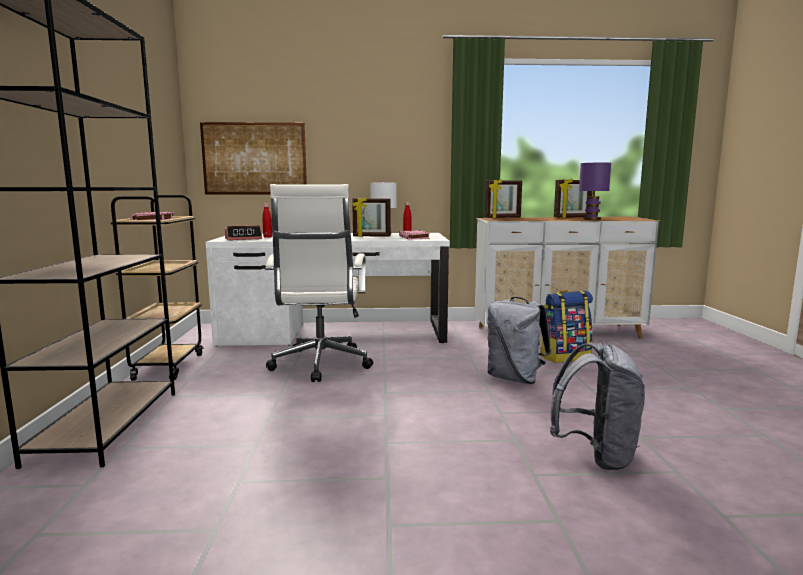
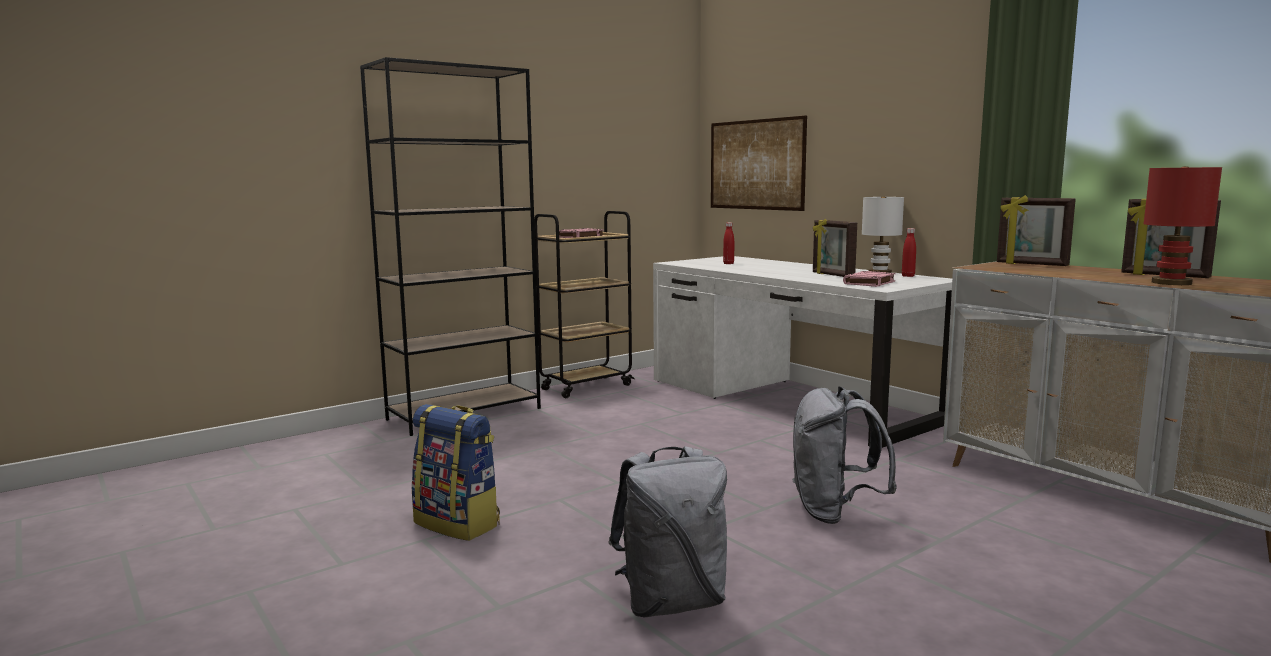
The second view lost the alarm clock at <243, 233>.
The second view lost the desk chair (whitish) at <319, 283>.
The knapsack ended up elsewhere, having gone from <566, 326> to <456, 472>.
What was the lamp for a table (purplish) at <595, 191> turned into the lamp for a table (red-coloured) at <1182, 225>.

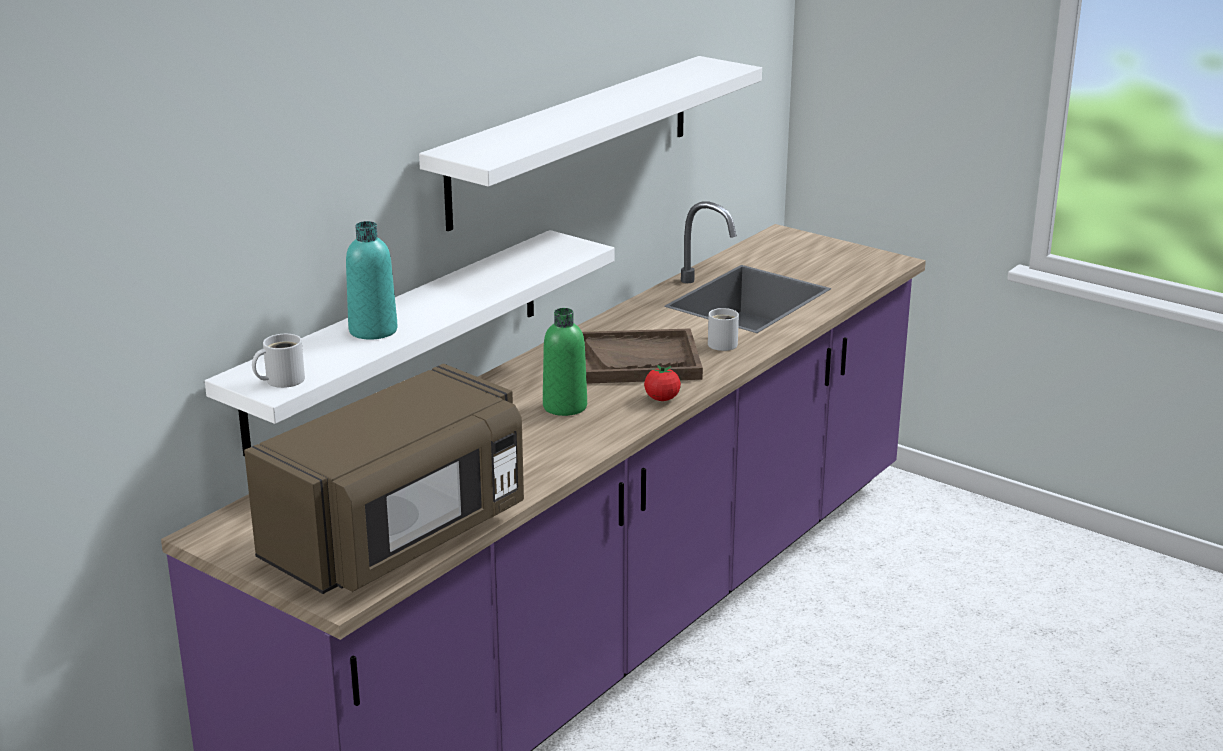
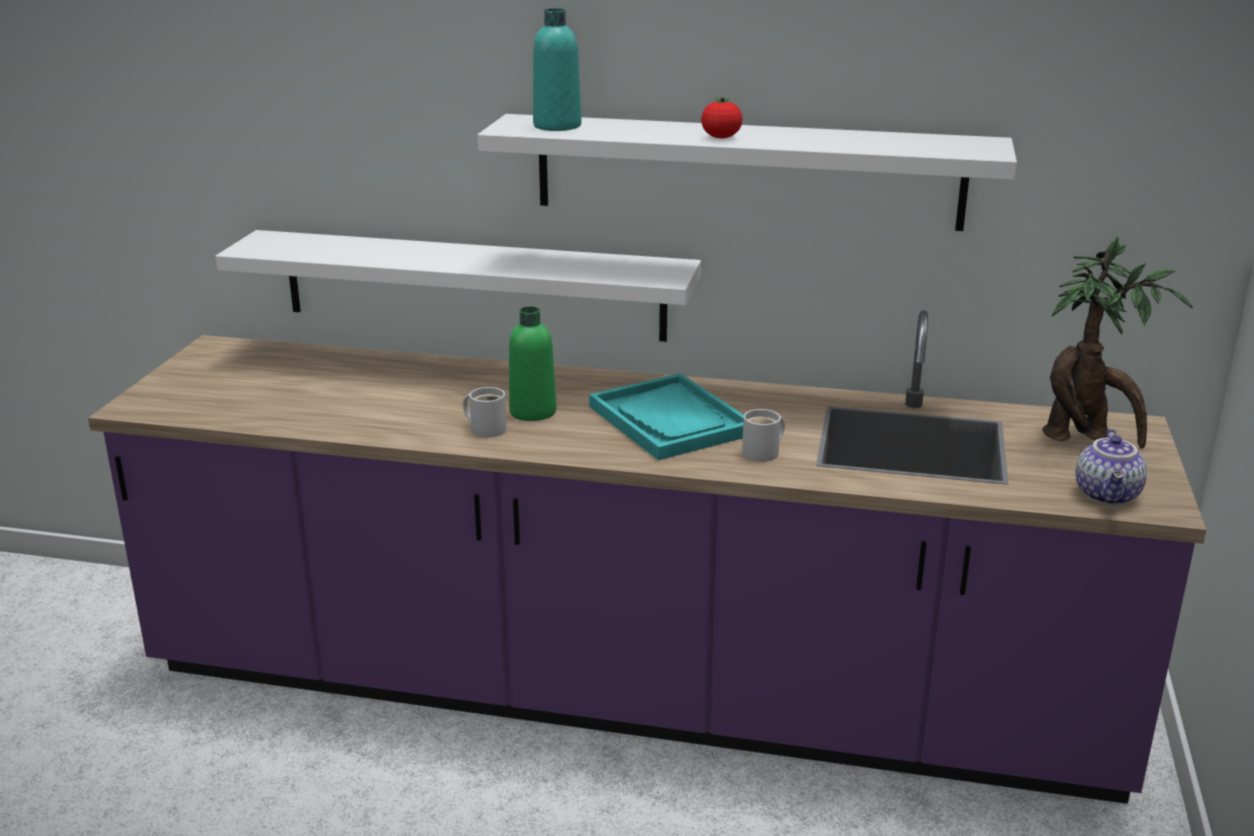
The second view lost the microwave oven (brownish) at <384, 479>.
The second view gained the plant in a pot at <1117, 342>.
The second view gained the teapot at <1111, 467>.
The coffee mug (whitish) ended up elsewhere, having gone from <278, 361> to <485, 412>.
The beverage bottle (blue-green) ended up elsewhere, having gone from <372, 280> to <557, 69>.
The fresh tomato ended up elsewhere, having gone from <662, 383> to <721, 117>.
What was the serving tray (brownish) at <642, 356> turned into the serving tray (blue-green) at <666, 416>.

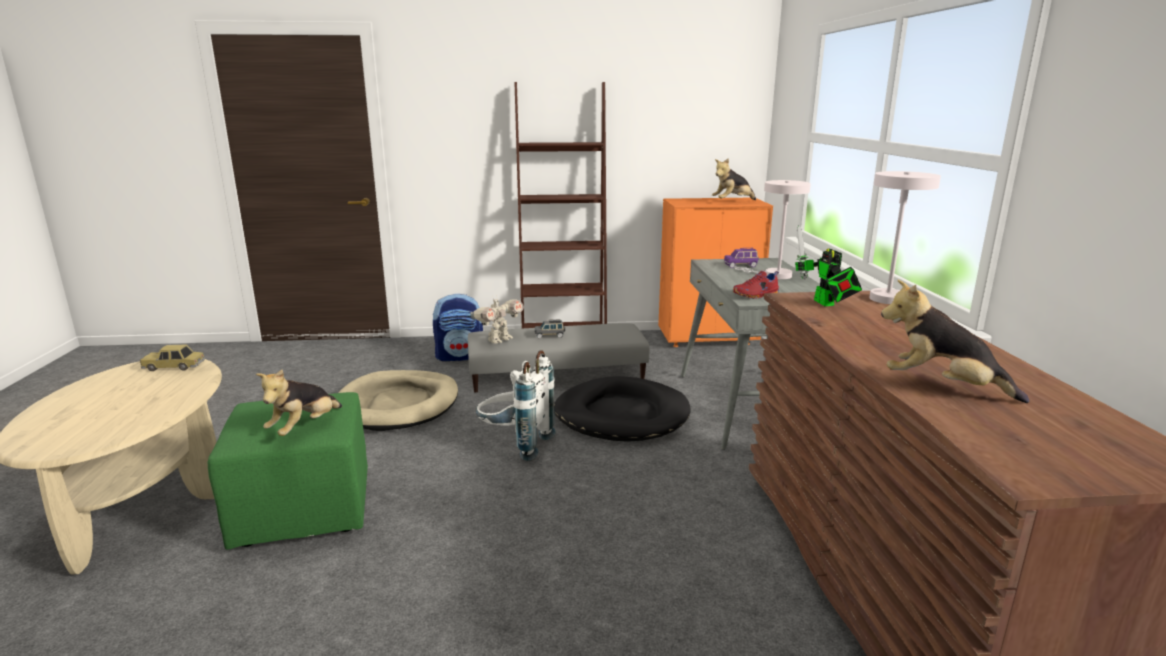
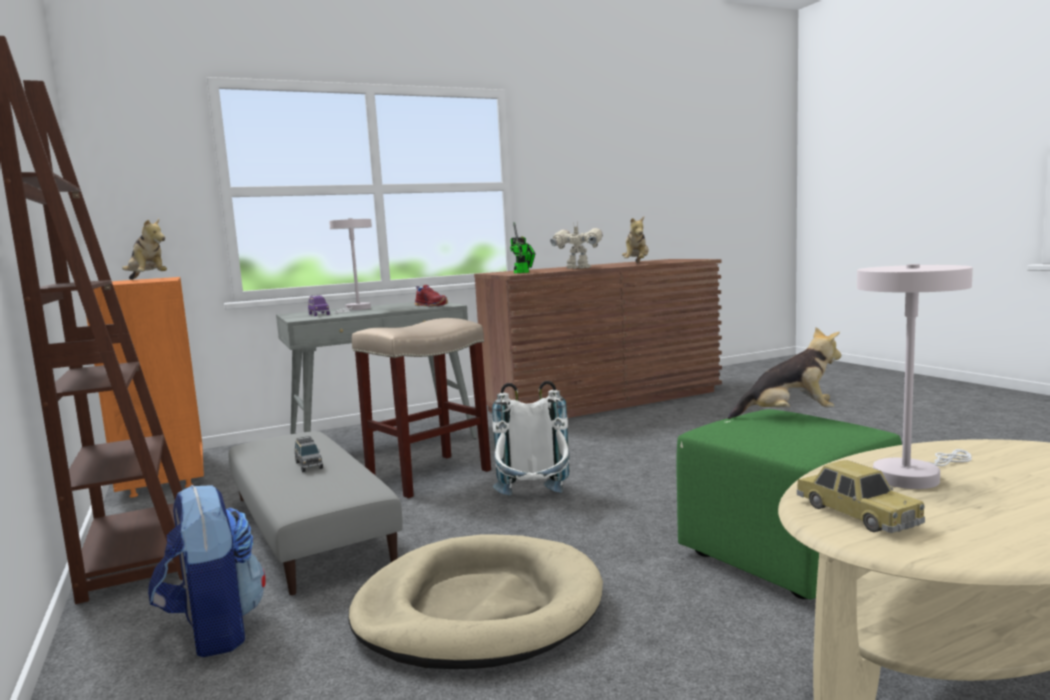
The toy robot ended up elsewhere, having gone from <497, 319> to <576, 246>.
The lamp for a table (whitish) ended up elsewhere, having gone from <905, 237> to <915, 376>.
Where the dog bed (black-coloured) stood at <622, 408>, the sitting stool (beige-coloured) came to stand at <421, 408>.

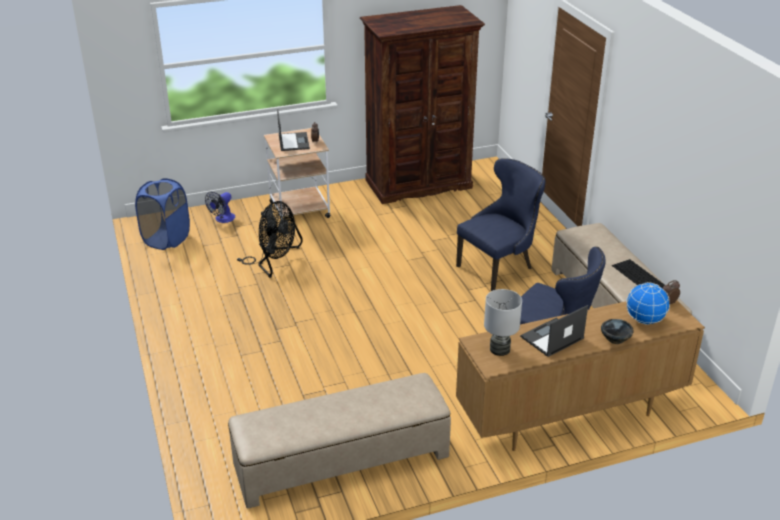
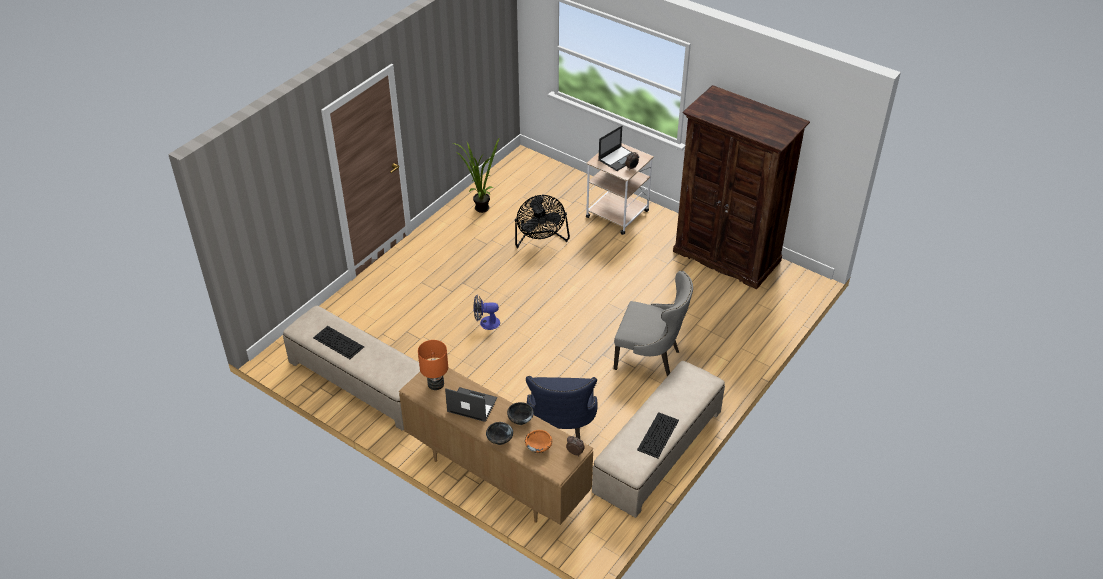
The second view lost the washing basket (blue) at <162, 214>.
The second view gained the computer keyboard at <338, 342>.
The second view gained the plant in a pot at <476, 175>.
The second view gained the serving bowl (black-coloured) at <520, 413>.
The fan ended up elsewhere, having gone from <220, 207> to <486, 312>.
Where the globe stood at <648, 303>, the serving bowl (orange-coloured) came to stand at <538, 441>.
What was the upright chair (blue) at <500, 224> turned into the upright chair (greyish) at <653, 323>.
What was the lamp for a table (greyish) at <503, 322> turned into the lamp for a table (orange-coloured) at <433, 365>.

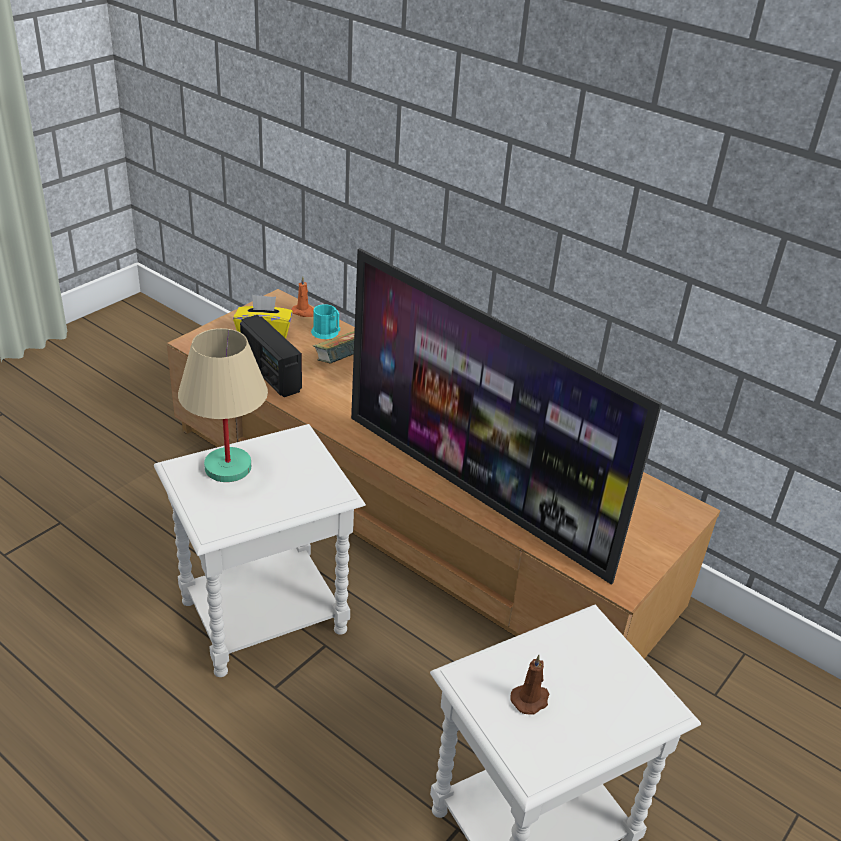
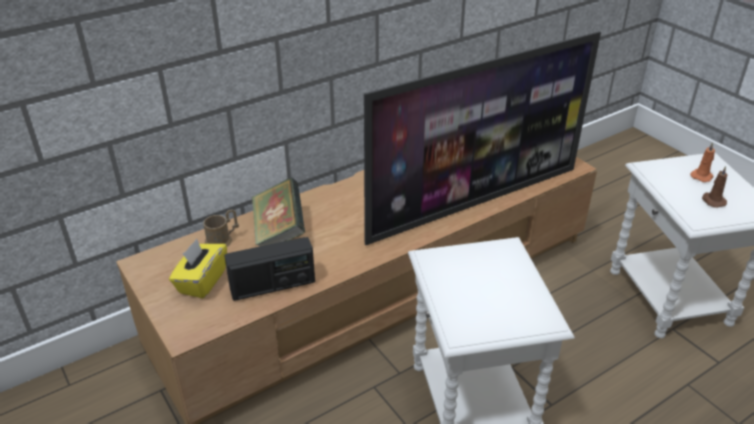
The second view lost the lamp for a table (beige-coloured) at <223, 405>.
The candle (orange-coloured) ended up elsewhere, having gone from <302, 297> to <702, 162>.
What was the coffee mug (blue-green) at <325, 321> turned into the coffee mug (brownish) at <221, 228>.

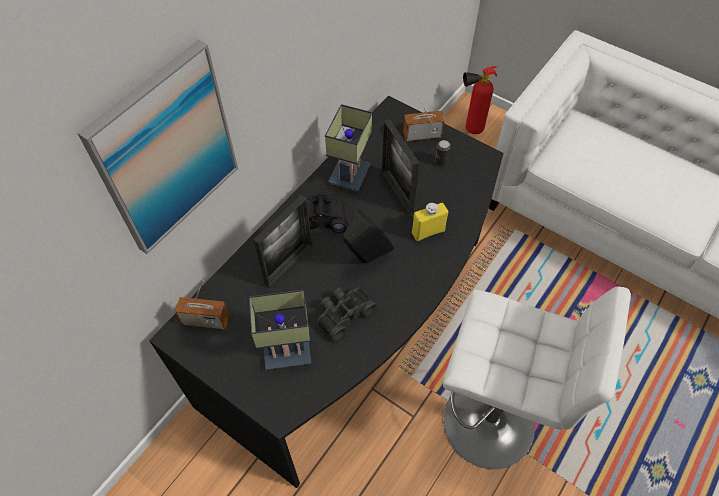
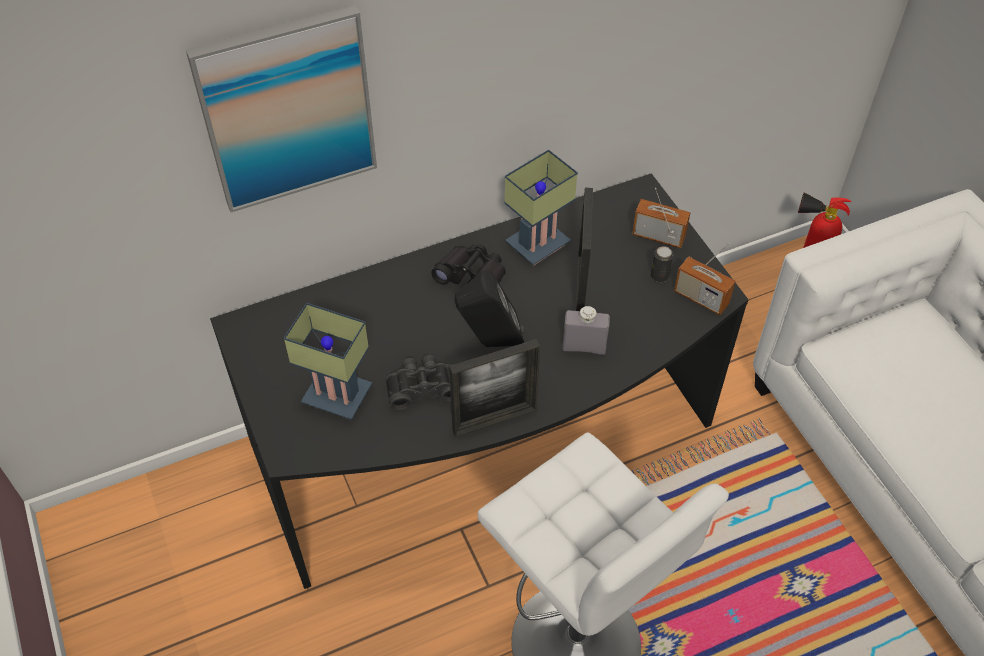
The radio ended up elsewhere, having gone from <202, 305> to <704, 279>.
The picture frame ended up elsewhere, having gone from <283, 241> to <494, 388>.
What was the beverage bottle (yellowish) at <430, 222> turned into the beverage bottle (greyish) at <586, 330>.

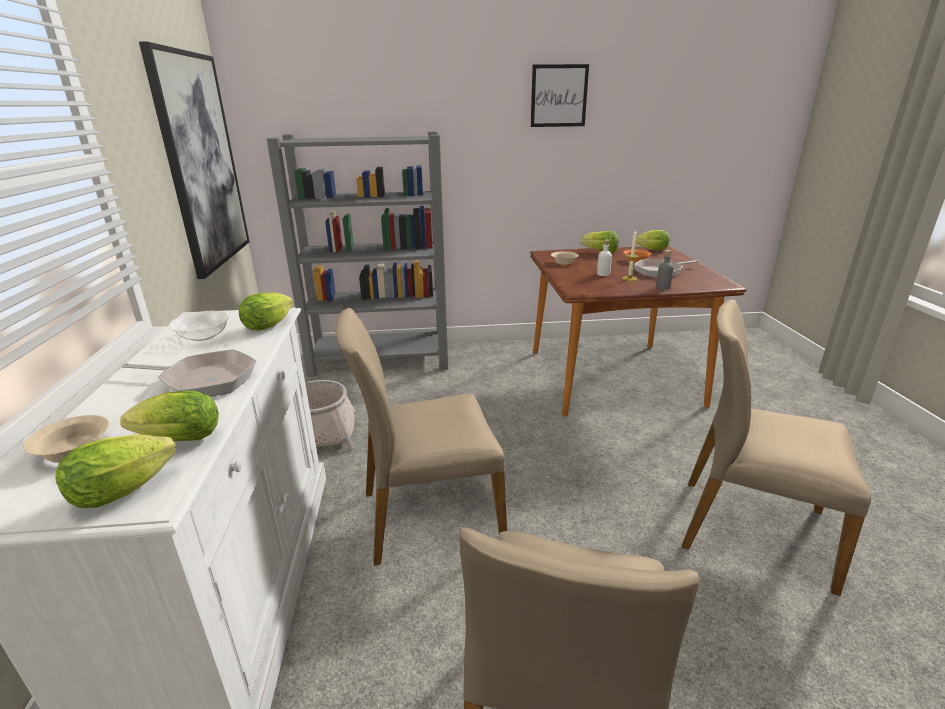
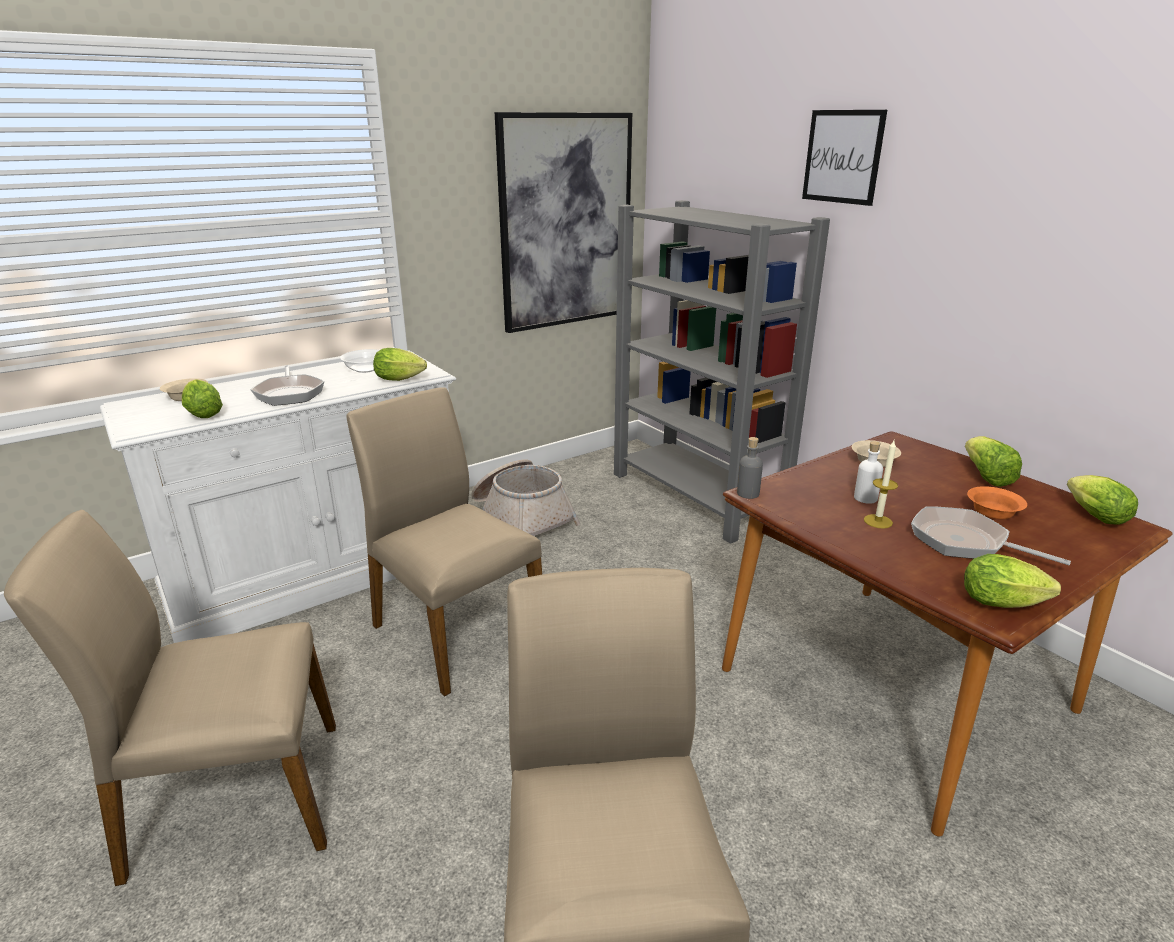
The head of lettuce ended up elsewhere, having gone from <116, 471> to <1012, 581>.
The wall picture ended up elsewhere, having gone from <560, 95> to <844, 158>.
The beverage bottle (greyish) ended up elsewhere, having gone from <665, 270> to <750, 468>.

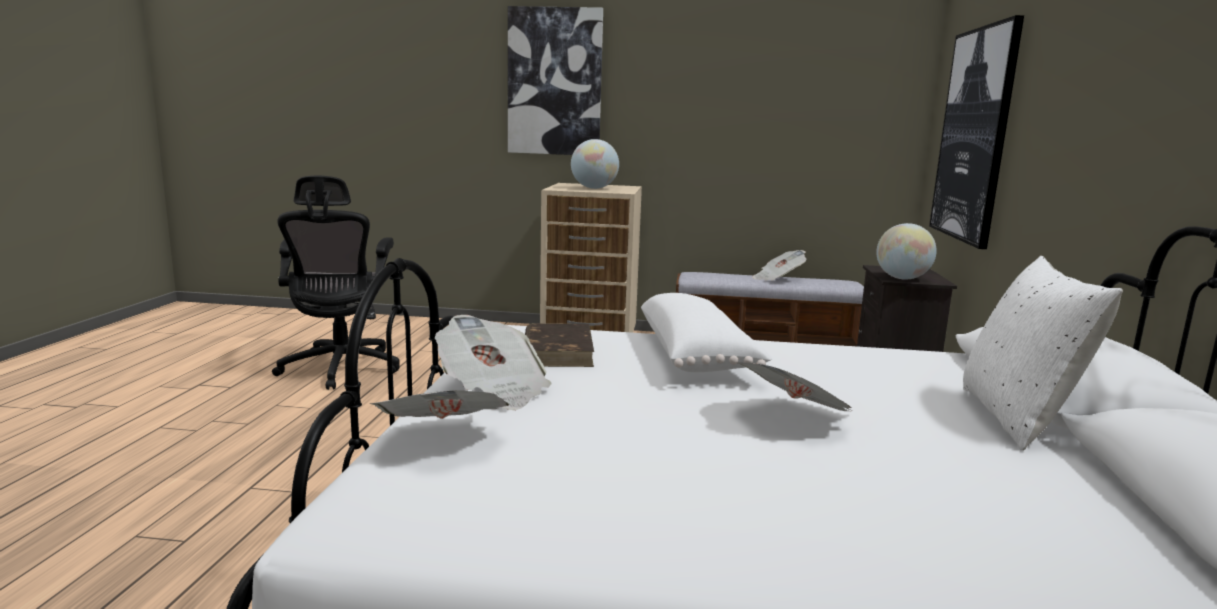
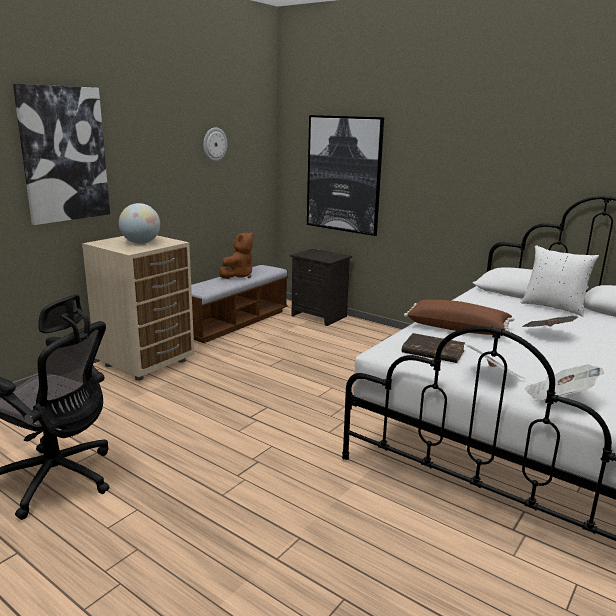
The second view lost the globe at <906, 251>.
The second view gained the wall clock at <215, 144>.
Where the newspaper stood at <779, 265>, the cuddly toy (brownish) came to stand at <236, 255>.
What was the pillow (whitish) at <707, 332> turned into the pillow (brownish) at <459, 317>.

